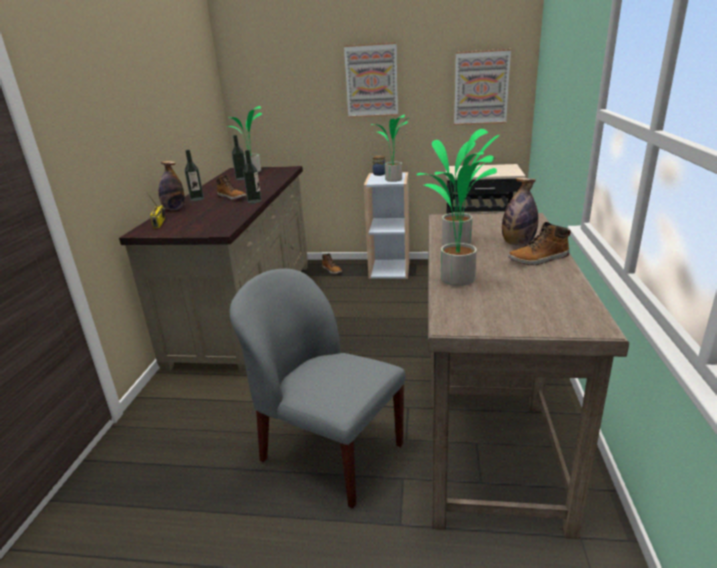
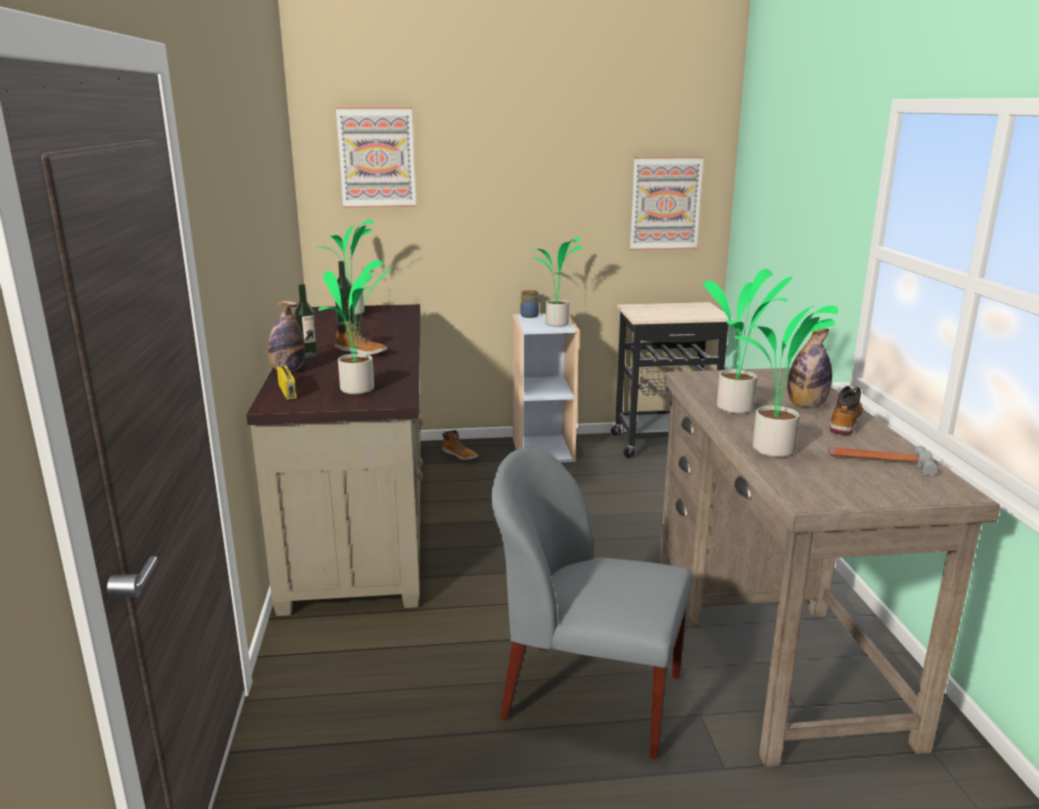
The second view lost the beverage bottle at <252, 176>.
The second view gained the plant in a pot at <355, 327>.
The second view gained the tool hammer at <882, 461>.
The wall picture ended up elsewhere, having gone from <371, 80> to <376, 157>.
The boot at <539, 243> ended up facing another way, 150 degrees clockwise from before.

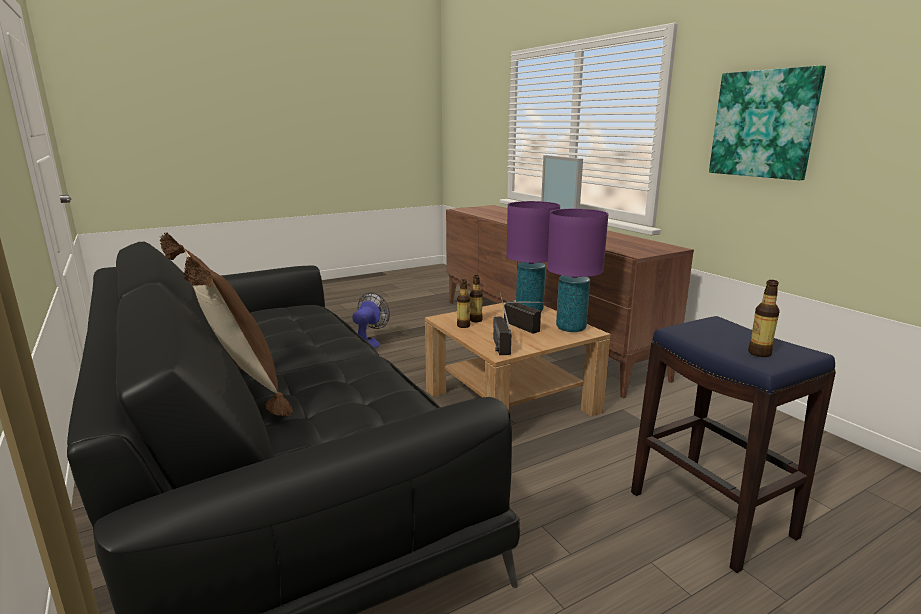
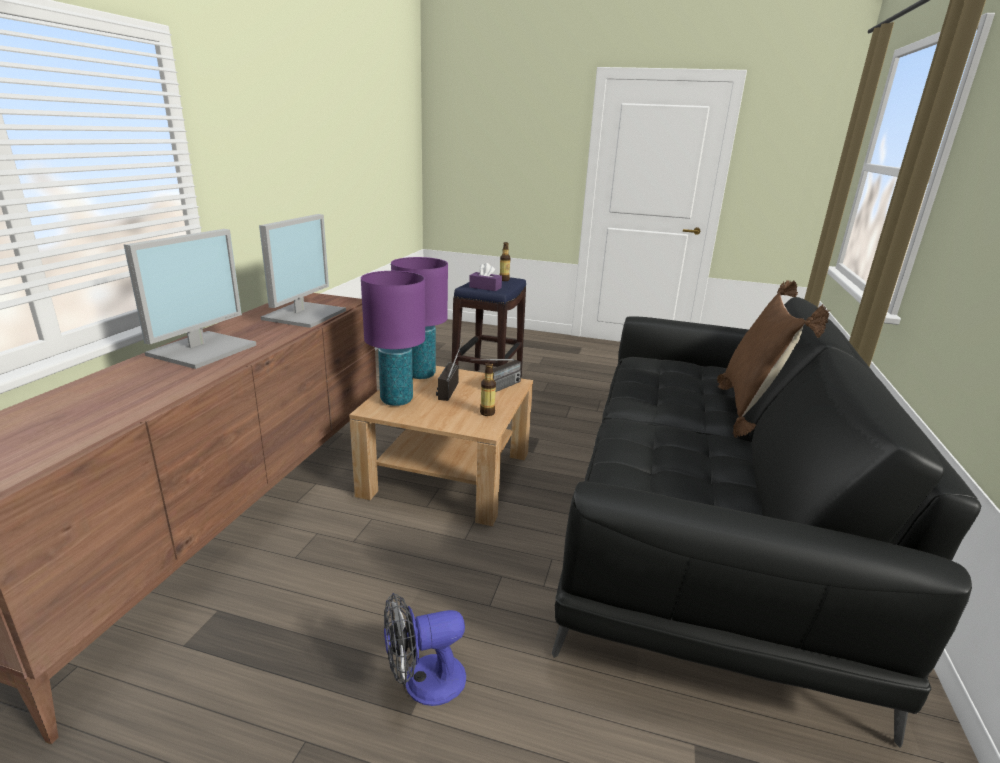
The second view lost the beverage bottle at <476, 298>.
The second view lost the wall picture at <767, 122>.
The second view gained the computer display at <302, 271>.
The second view gained the box of tissues (purplish) at <485, 277>.

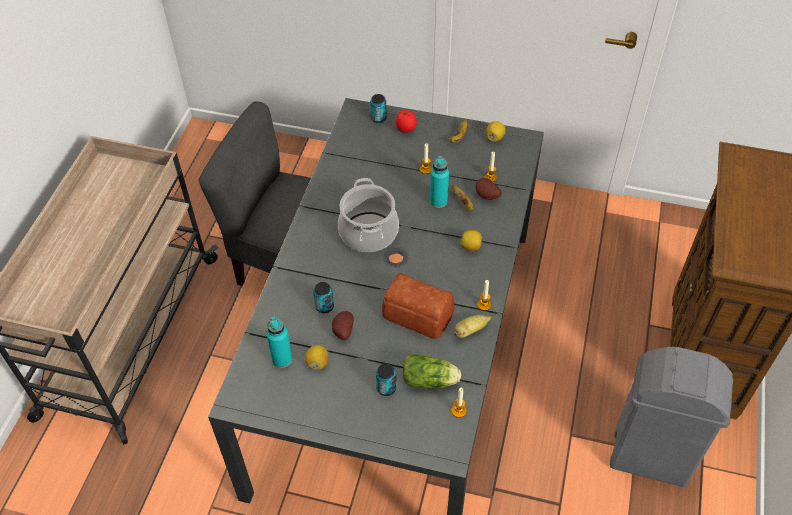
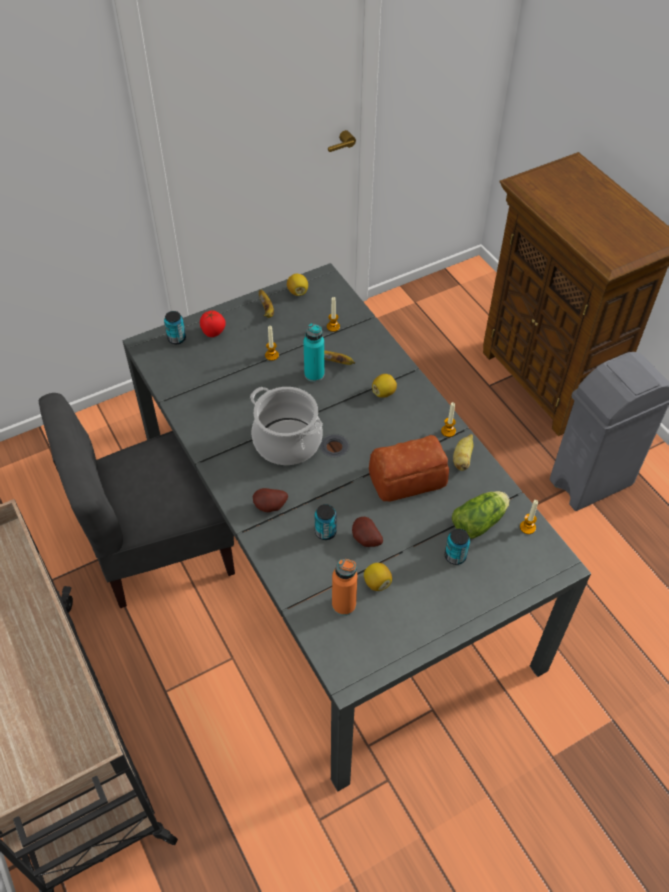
The whole potato ended up elsewhere, having gone from <489, 189> to <270, 500>.
What was the beverage bottle (blue-green) at <279, 342> turned into the beverage bottle (orange-coloured) at <345, 587>.

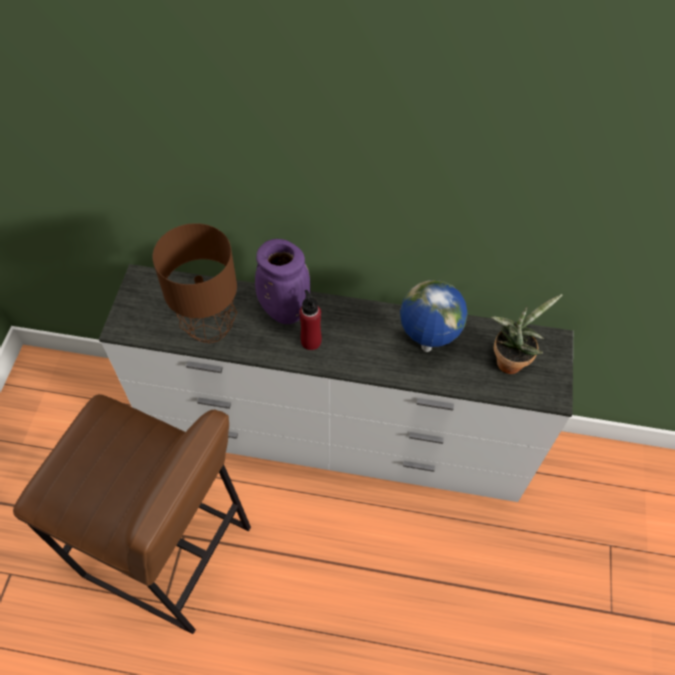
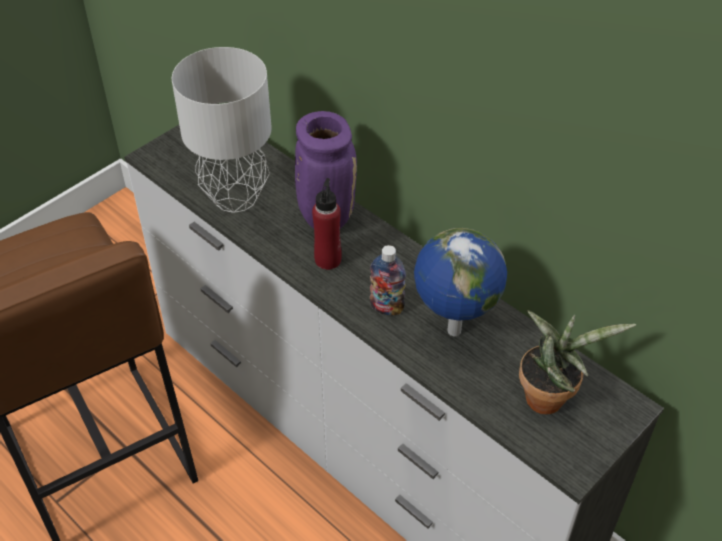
The second view gained the beverage bottle at <388, 280>.
What was the lamp for a table (brownish) at <195, 283> turned into the lamp for a table (greyish) at <222, 130>.

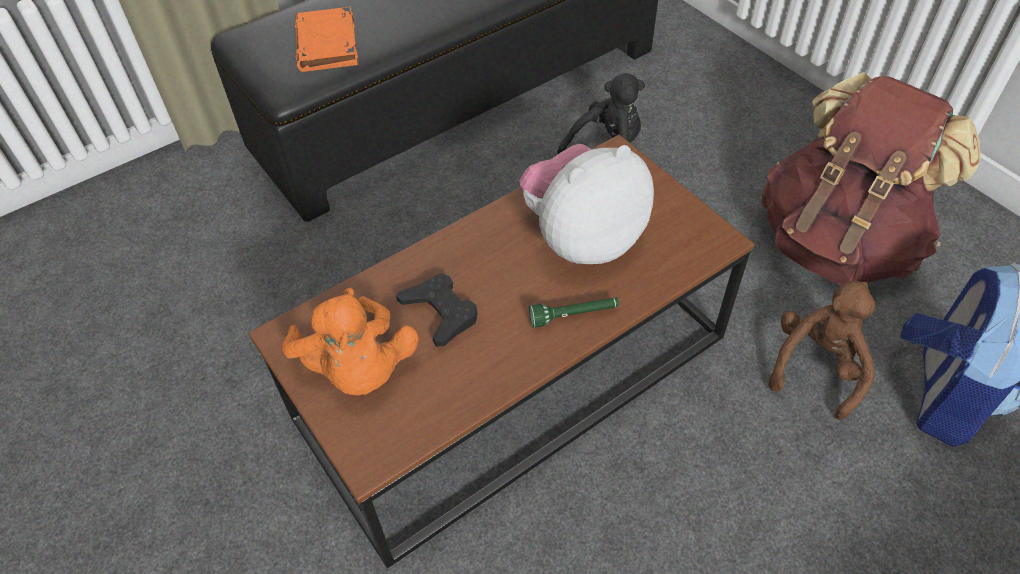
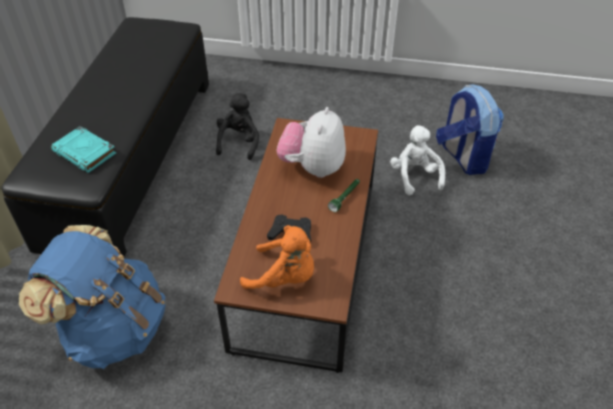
The second view lost the knapsack (brownish) at <871, 178>.
The second view gained the knapsack (blue) at <92, 297>.
What was the bound book (orange-coloured) at <326, 39> turned into the bound book (blue-green) at <83, 149>.
What was the cuddly toy (brownish) at <822, 350> turned into the cuddly toy (whitish) at <417, 160>.

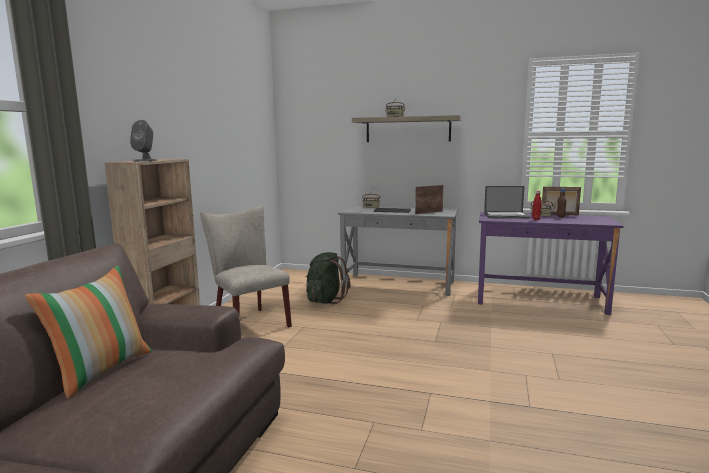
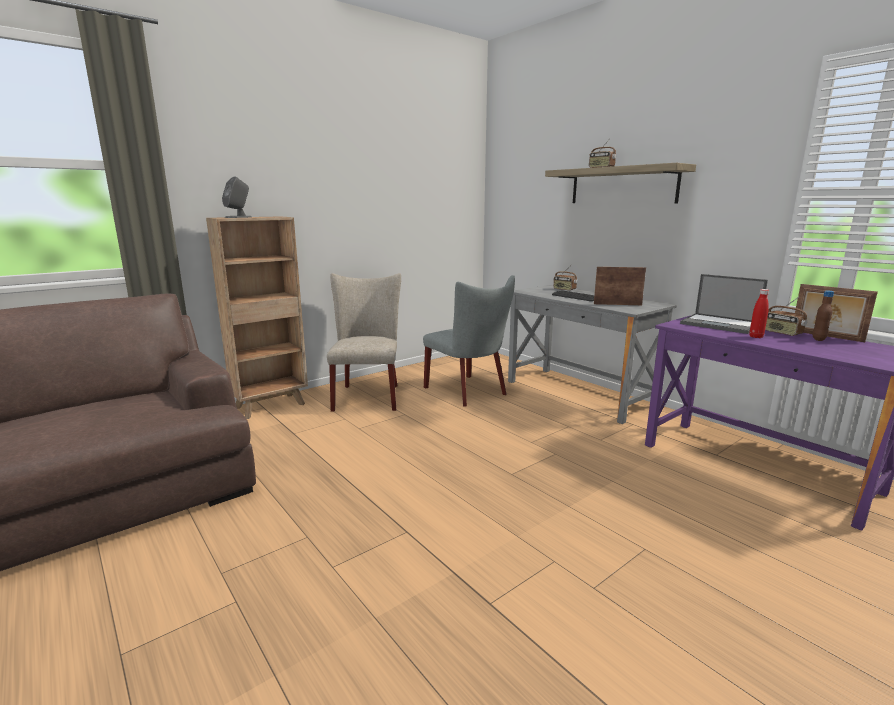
The second view lost the pillow at <88, 332>.
Where the knapsack (greenish) stood at <328, 278>, the upright chair (greyish) came to stand at <469, 341>.

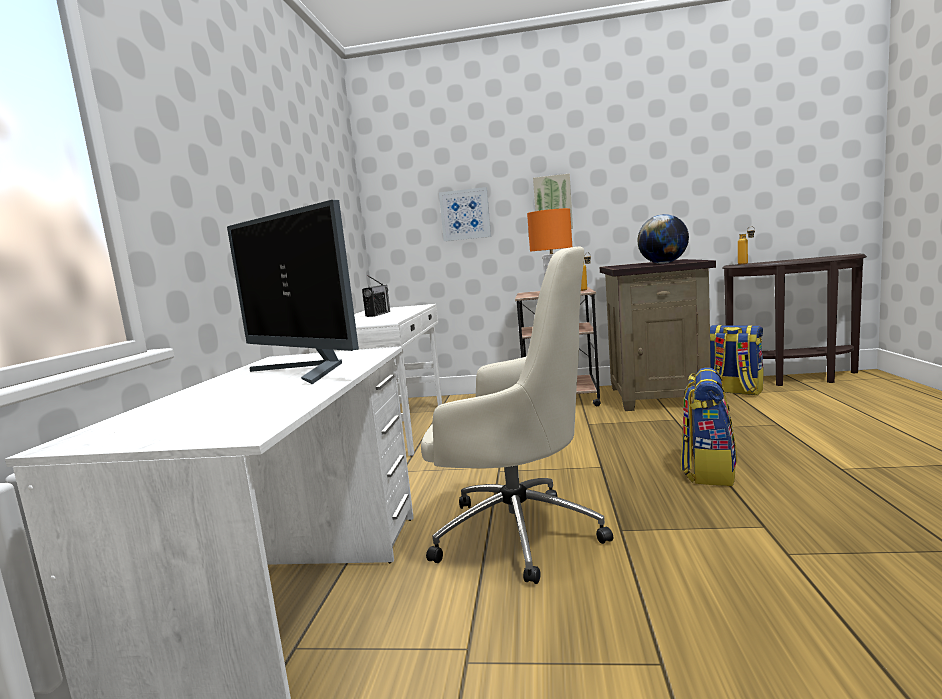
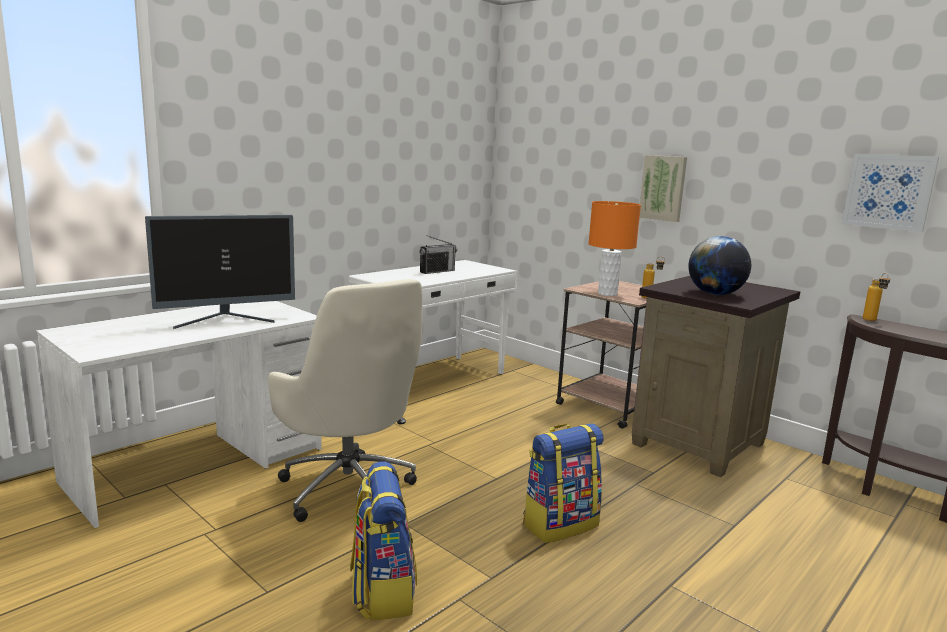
The wall picture ended up elsewhere, having gone from <465, 214> to <890, 192>.
The knapsack ended up elsewhere, having gone from <736, 360> to <383, 540>.
The computer display at <293, 292> ended up facing another way, 105 degrees counterclockwise from before.

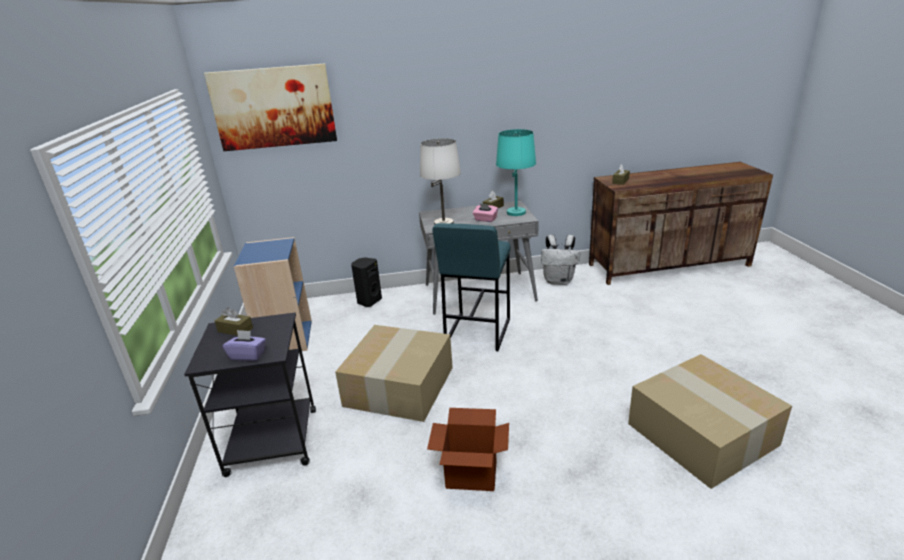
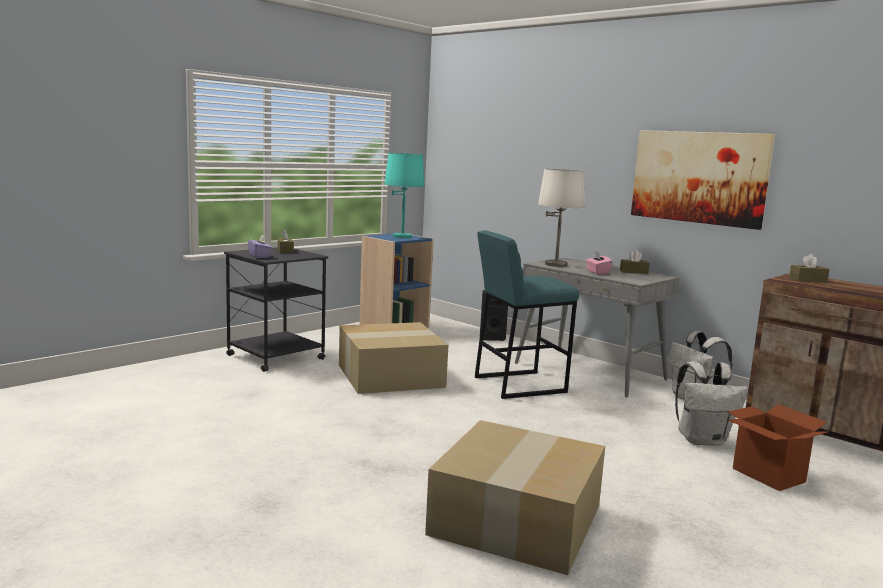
The second view gained the knapsack (whitish) at <711, 403>.
The wall picture ended up elsewhere, having gone from <270, 107> to <703, 180>.
The cardboard box ended up elsewhere, having gone from <468, 449> to <778, 447>.
The lamp for a table (blue-green) ended up elsewhere, having gone from <516, 172> to <405, 195>.

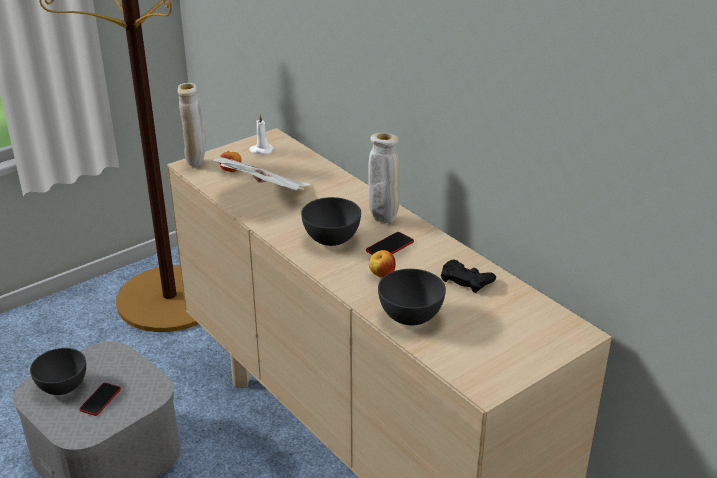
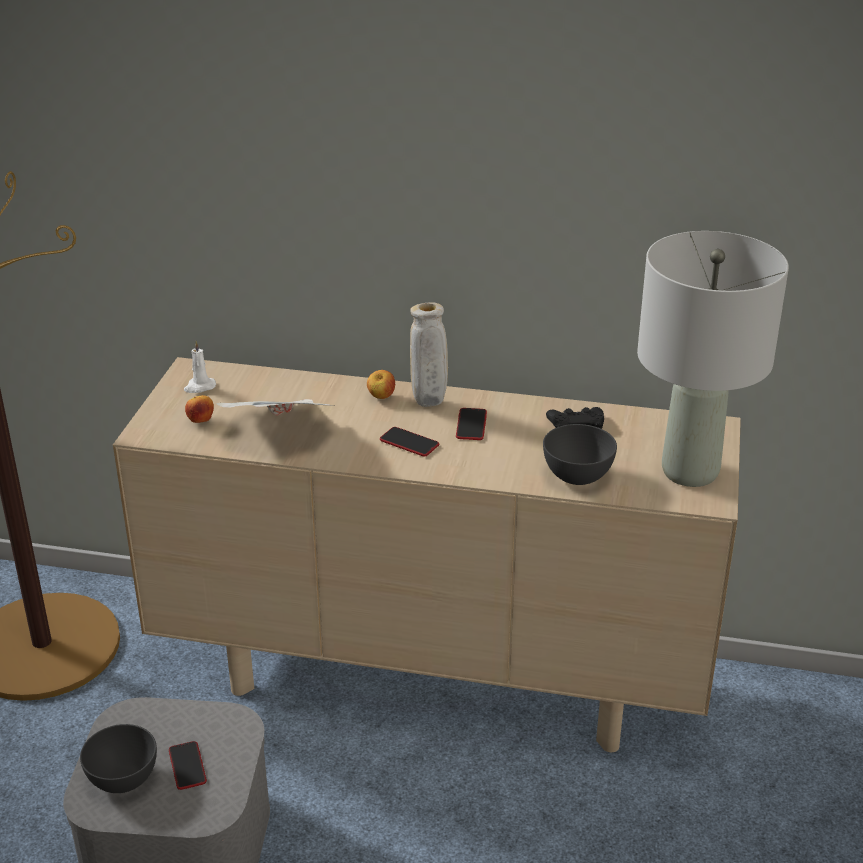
The second view lost the vase (beige-coloured) at <192, 125>.
The second view gained the lamp for a table (greyish) at <713, 359>.
The whole apple ended up elsewhere, having gone from <382, 264> to <381, 384>.
Where the serving bowl (greyish) stood at <331, 221>, the phone came to stand at <409, 442>.

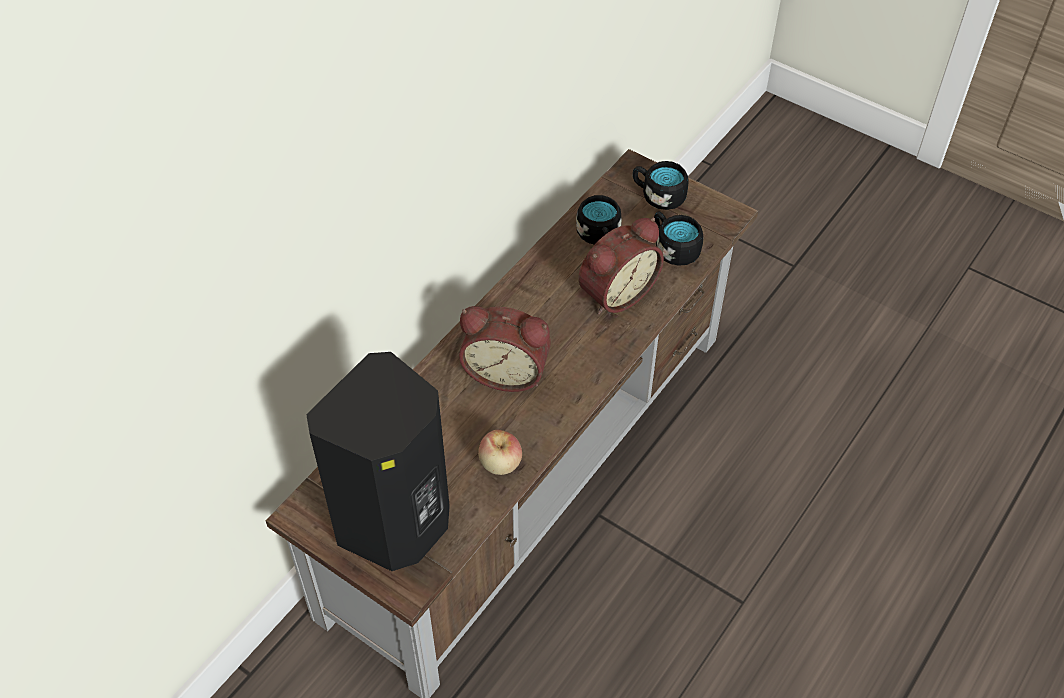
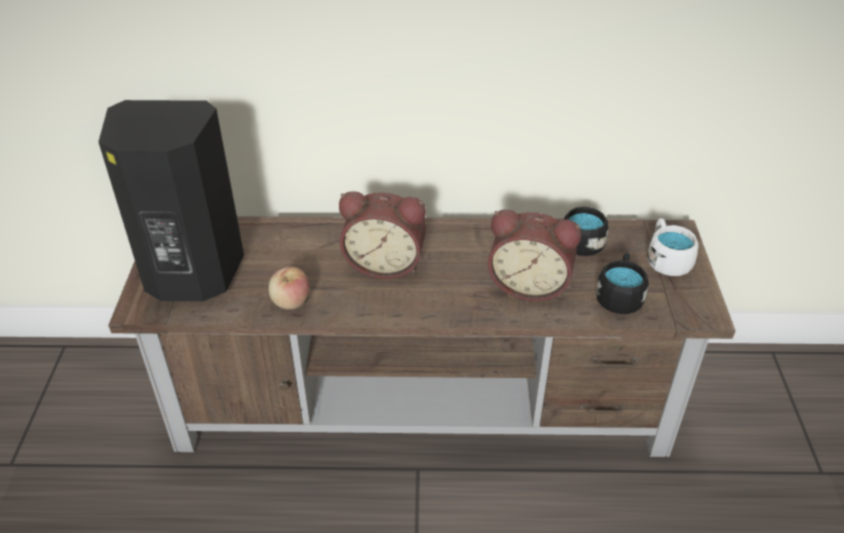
What was the coffee mug (black-coloured) at <660, 185> turned into the coffee mug (whitish) at <673, 247>.
The alarm clock at <505, 349> ended up facing another way, 60 degrees counterclockwise from before.

